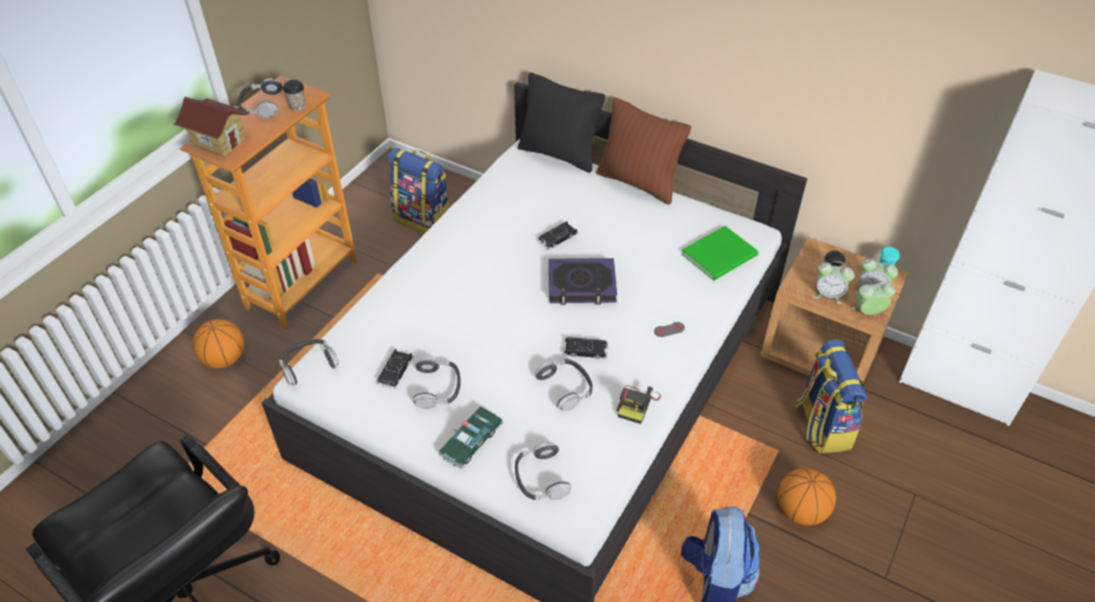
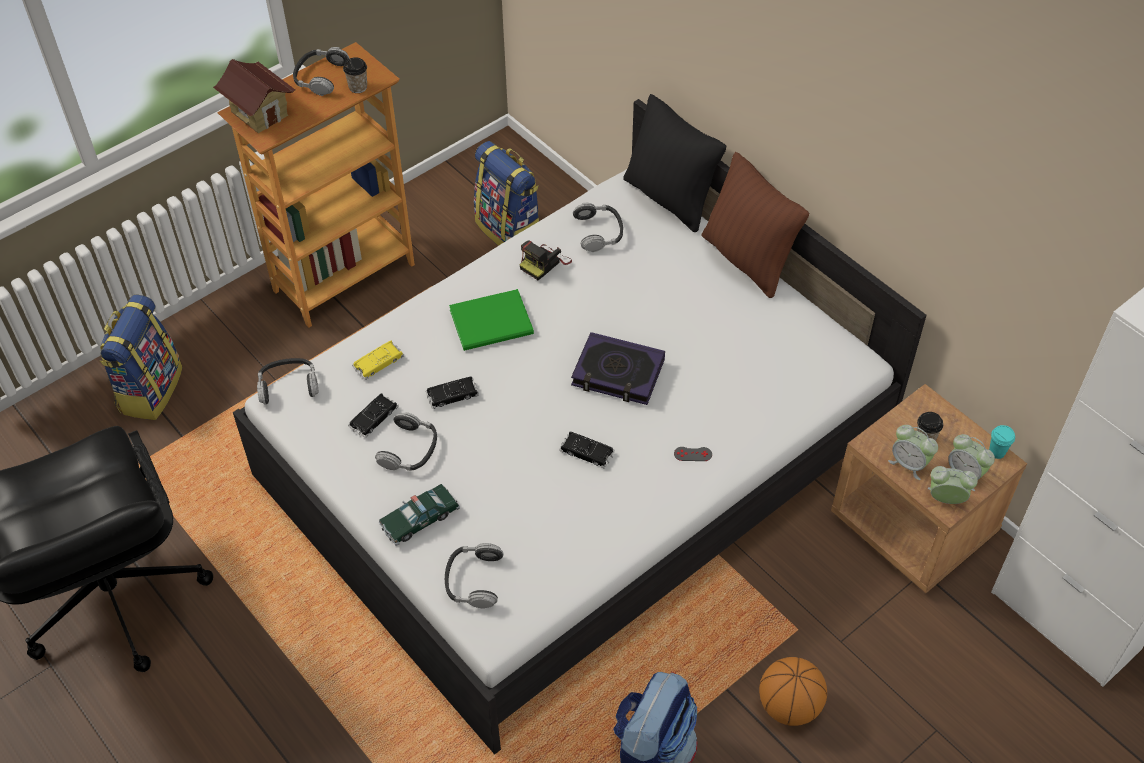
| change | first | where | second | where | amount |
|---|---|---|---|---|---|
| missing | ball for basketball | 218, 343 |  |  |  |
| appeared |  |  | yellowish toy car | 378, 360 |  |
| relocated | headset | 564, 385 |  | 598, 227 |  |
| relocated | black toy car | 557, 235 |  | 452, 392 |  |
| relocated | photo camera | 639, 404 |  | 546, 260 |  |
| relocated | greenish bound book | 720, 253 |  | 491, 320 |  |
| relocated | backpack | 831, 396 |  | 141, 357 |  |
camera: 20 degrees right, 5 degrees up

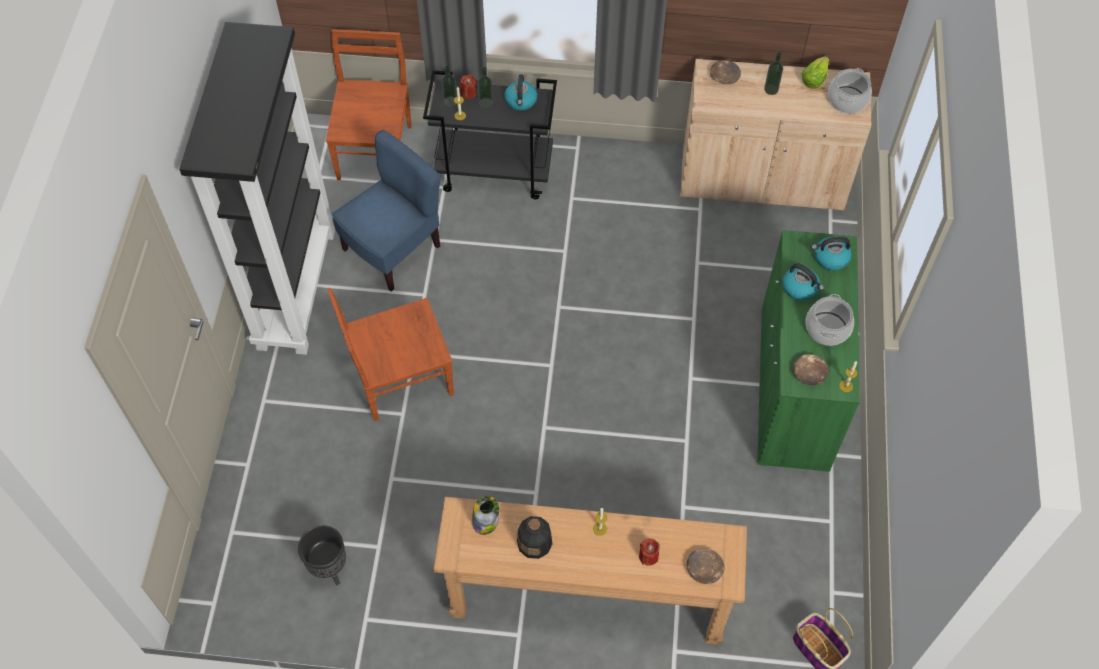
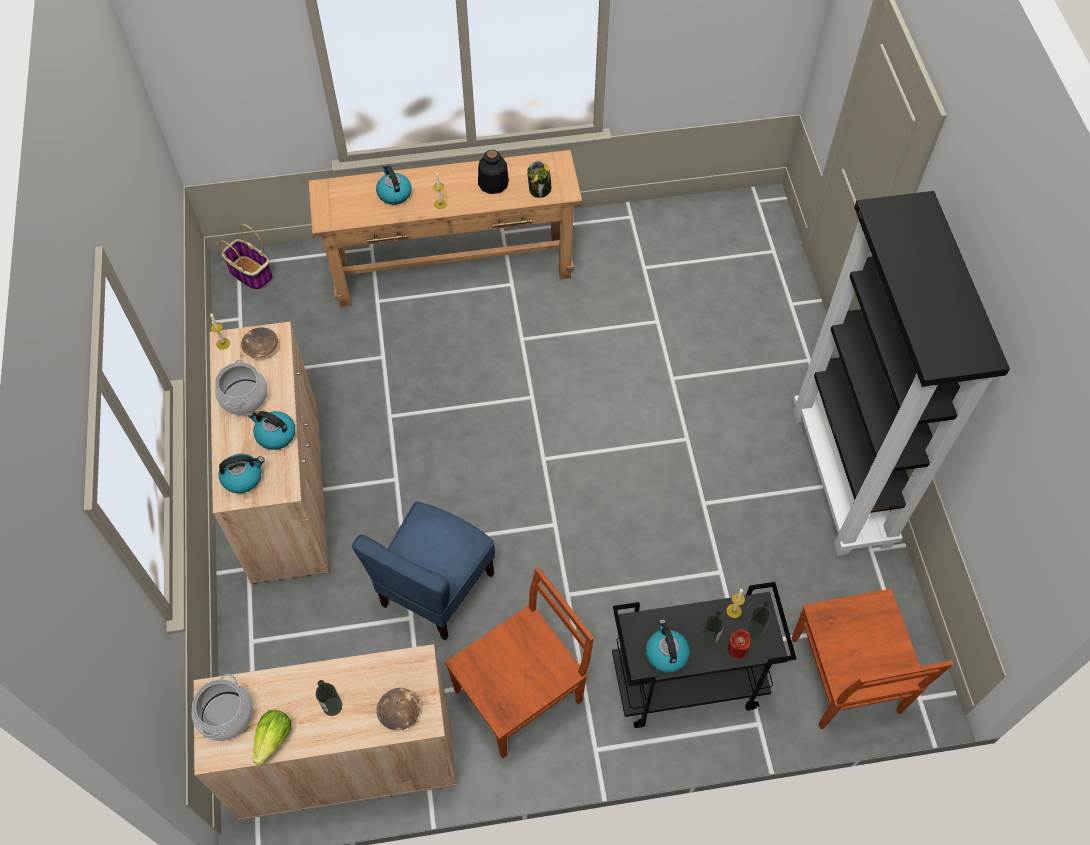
| change | first | where | second | where | amount |
|---|---|---|---|---|---|
| missing | black flower pot | 322, 555 |  |  |  |
| missing | brownish bowl | 706, 566 |  |  |  |
| relocated | brownish plain chair | 390, 354 |  | 519, 663 |  |
| relocated | blue-coloured plain chair | 386, 211 |  | 423, 571 |  |
| exchanged | red-coloured candle | 649, 552 | kettle | 394, 184 |  |
| colour | greenish cupboard | 808, 351 | beige cupboard | 269, 453 |  |
camera: 165 degrees right, 0 degrees up

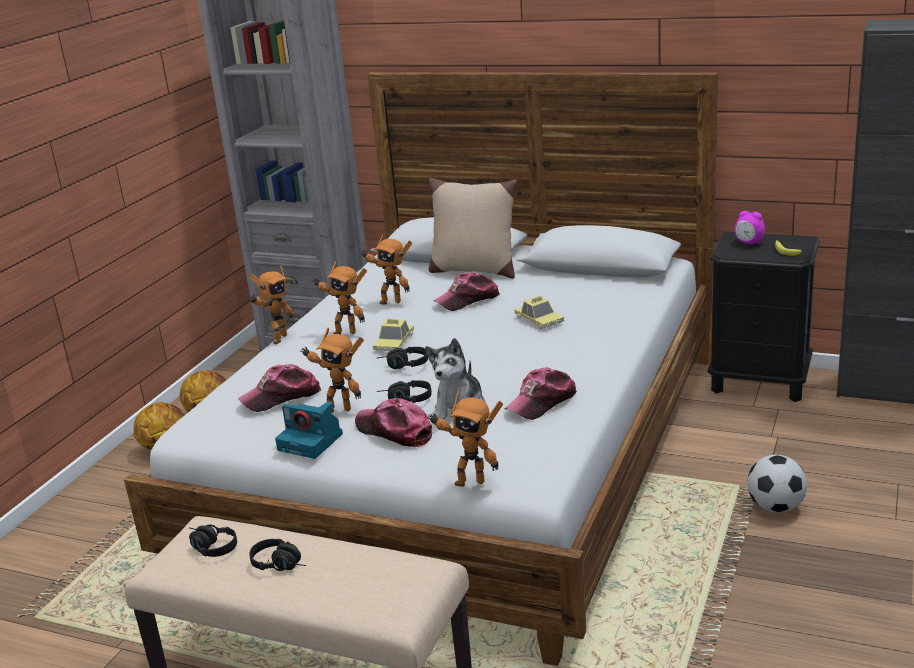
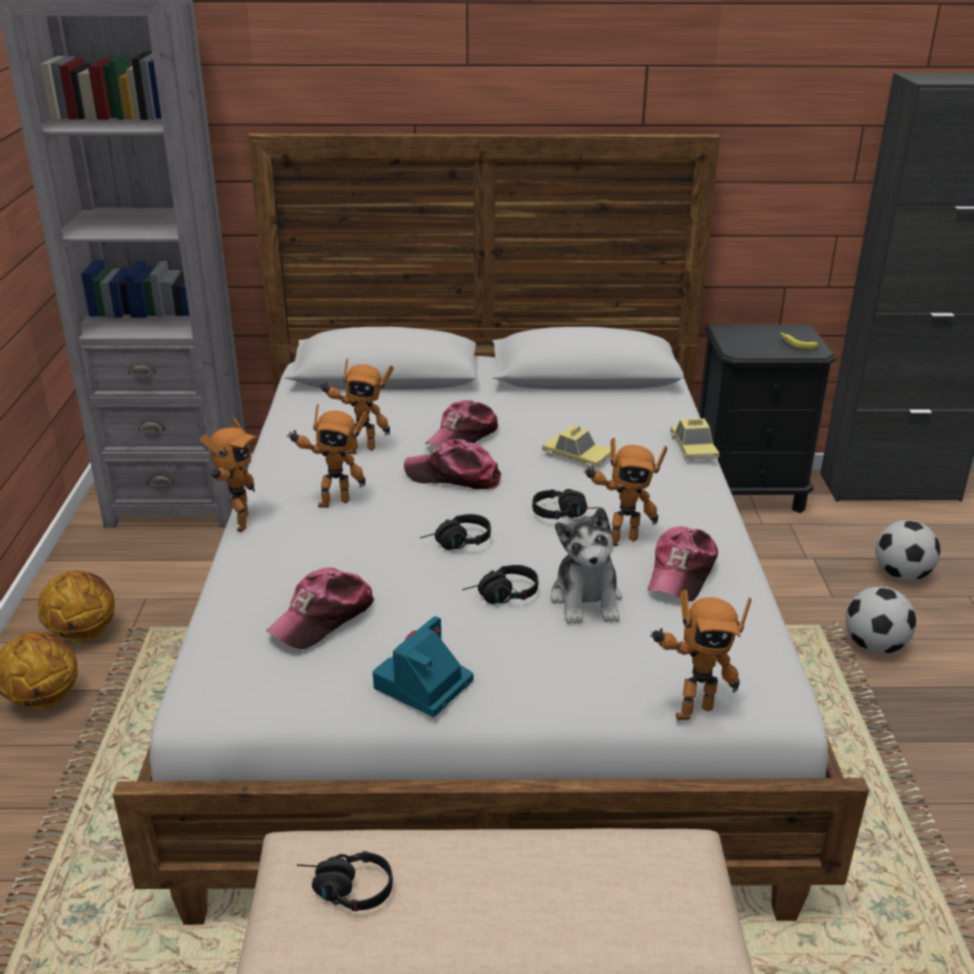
| change | first | where | second | where | amount |
|---|---|---|---|---|---|
| missing | beige pillow | 473, 228 |  |  |  |
| missing | bedside clock | 750, 227 |  |  |  |
| appeared |  |  | football ball | 907, 550 |  |
| relocated | black headset | 277, 555 |  | 566, 504 |  |
| relocated | robot figure | 332, 370 |  | 625, 492 |  |
| relocated | cap | 393, 422 |  | 452, 464 |  |
| relocated | toy car | 393, 335 |  | 695, 439 |  |
| spun | photo camera | 309, 430 |  | 423, 666 | 120 degrees clockwise |
camera: 25 degrees left, 5 degrees up

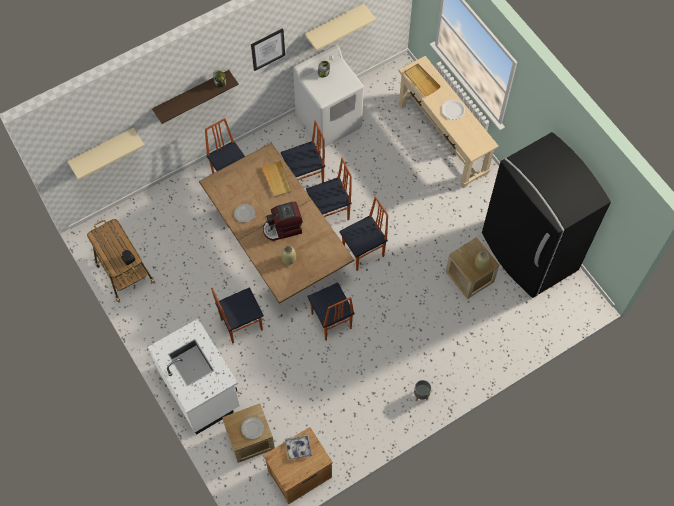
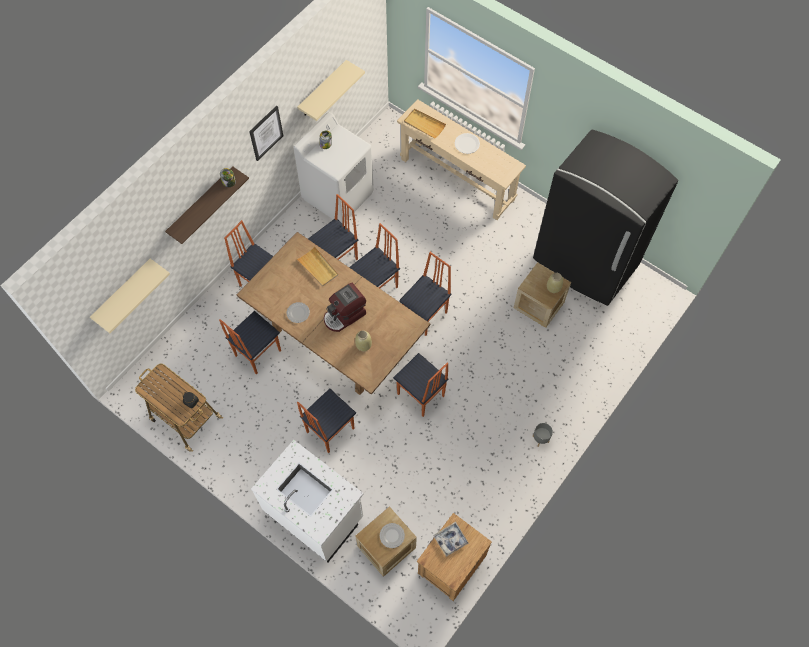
| change | first | where | second | where | amount |
|---|---|---|---|---|---|
| appeared |  |  | plain chair | 250, 343 |  |
camera: 20 degrees left, 0 degrees up

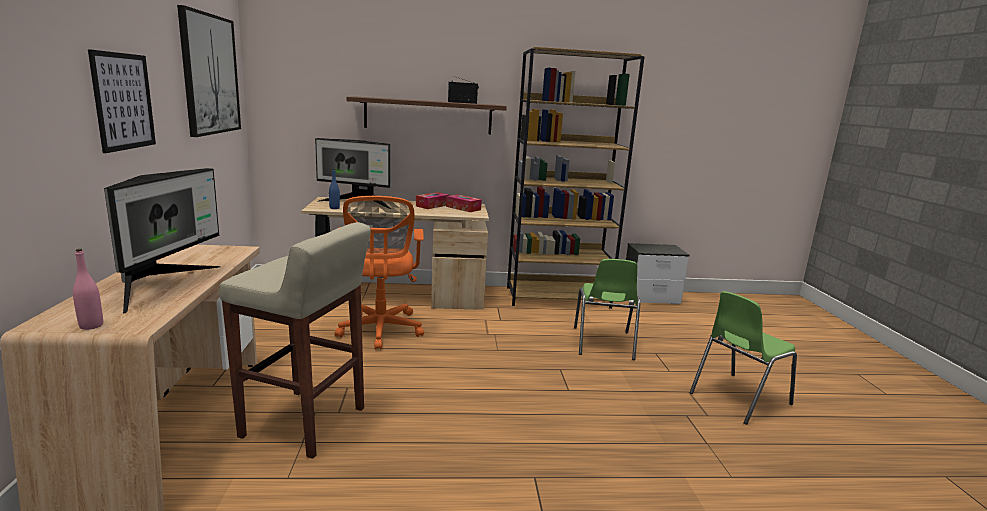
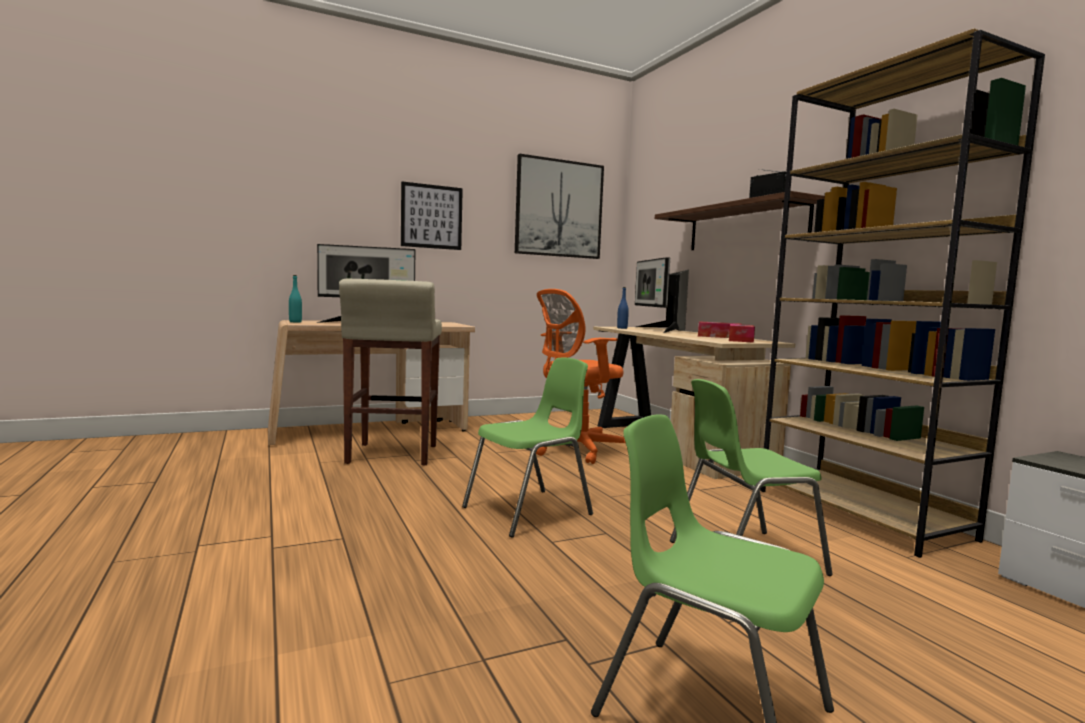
| change | first | where | second | where | amount |
|---|---|---|---|---|---|
| appeared |  |  | greenish plain chair | 527, 447 |  |
| colour | pink-coloured drink bottle | 88, 289 | turquoise drink bottle | 295, 298 |  |
camera: 70 degrees right, 10 degrees down

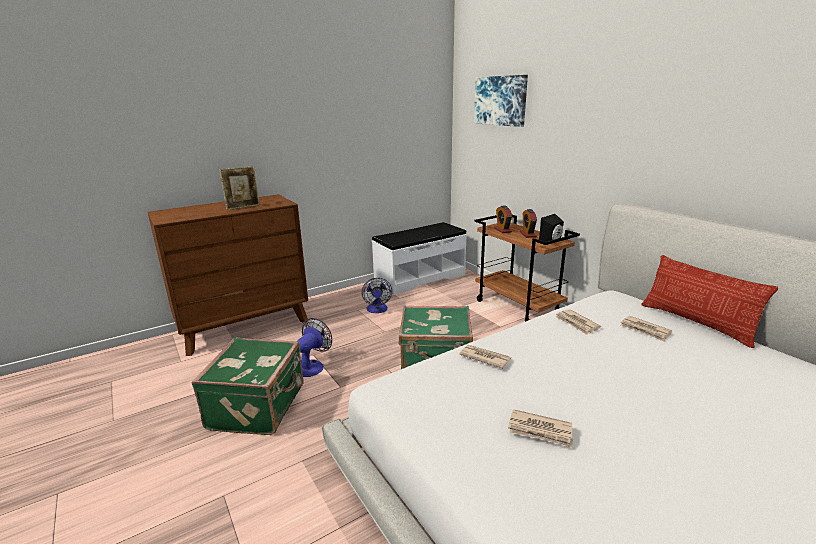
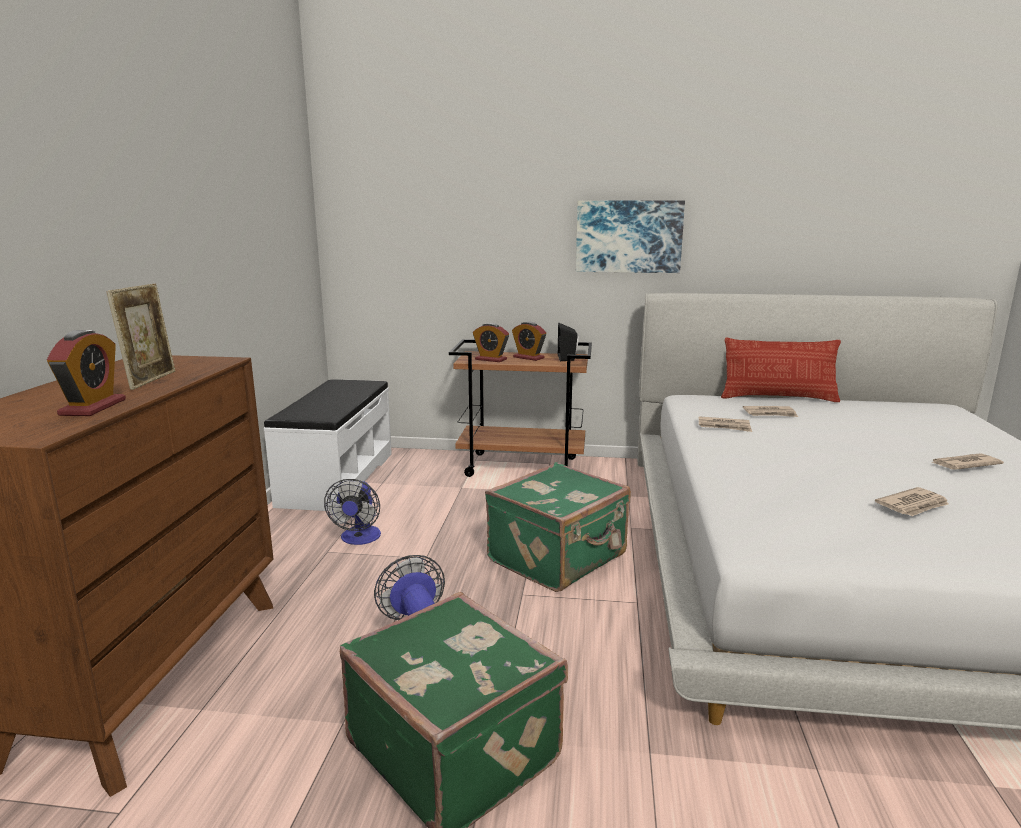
| change | first | where | second | where | amount |
|---|---|---|---|---|---|
| appeared |  |  | bedside clock | 86, 373 |  |
| relocated | daily paper | 485, 357 |  | 968, 462 |  |
| relocated | picture | 501, 101 |  | 630, 237 |  |
| spun | fan | 377, 295 |  | 352, 512 | 60 degrees clockwise |
camera: 50 degrees left, 5 degrees down

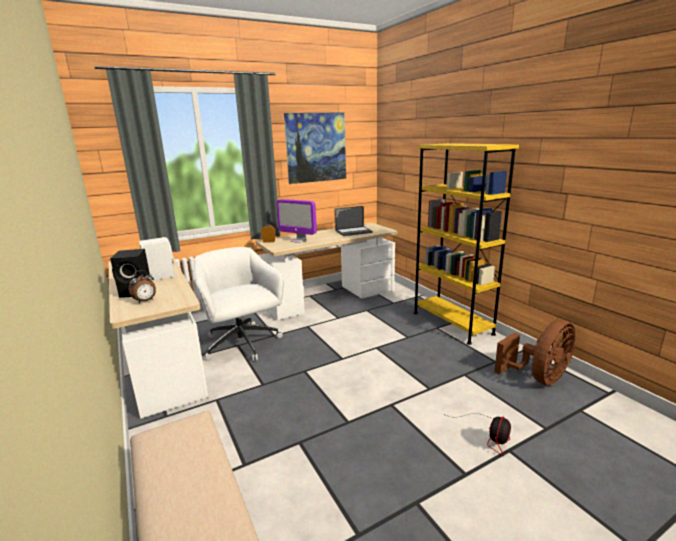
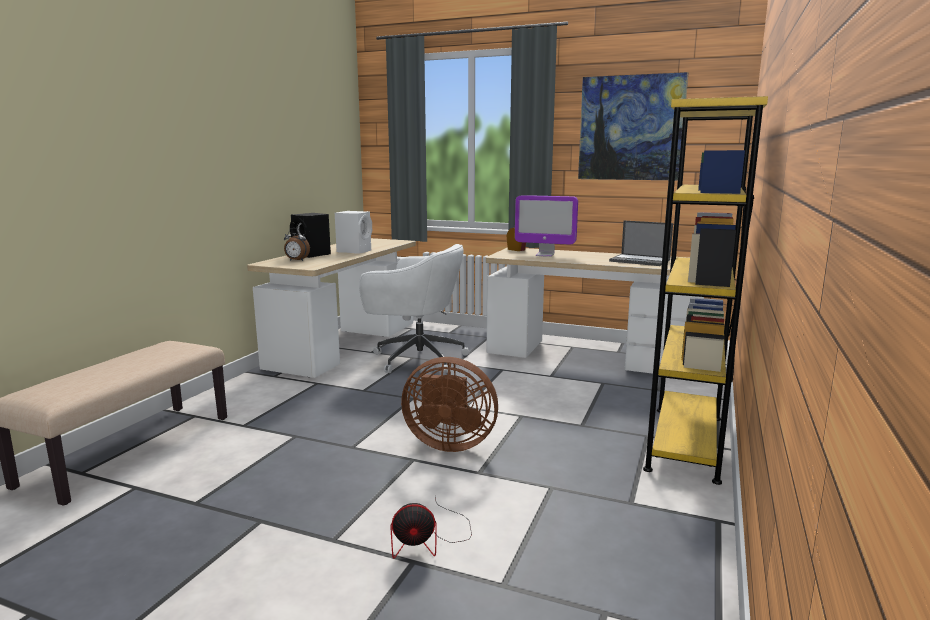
| change | first | where | second | where | amount |
|---|---|---|---|---|---|
| relocated | brownish fan | 534, 352 |  | 449, 404 |  |
| spun | white office chair | 238, 304 |  | 414, 308 | 90 degrees clockwise |
| spun | monitor | 296, 221 |  | 546, 226 | 60 degrees counterclockwise |
camera: 50 degrees right, 5 degrees down

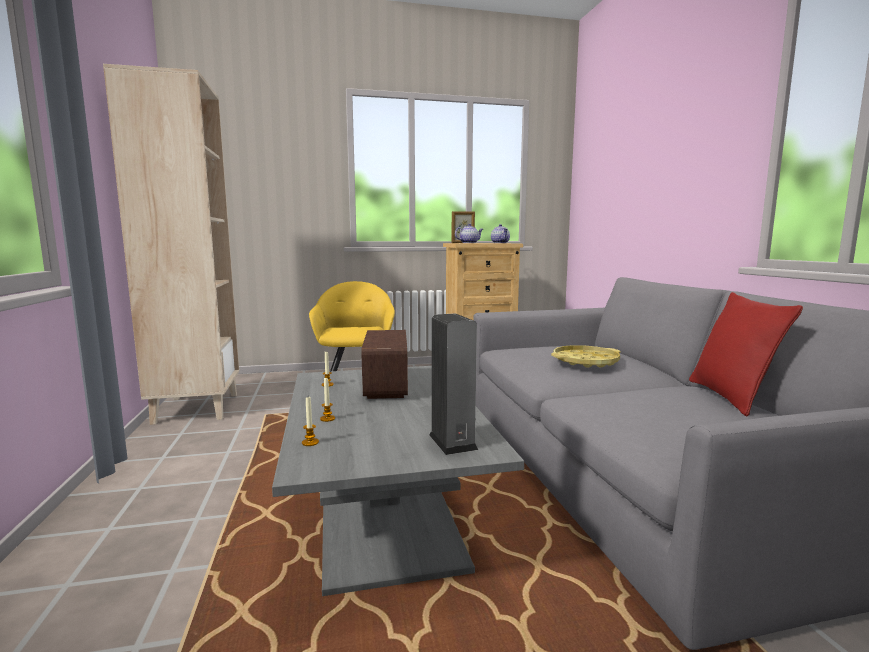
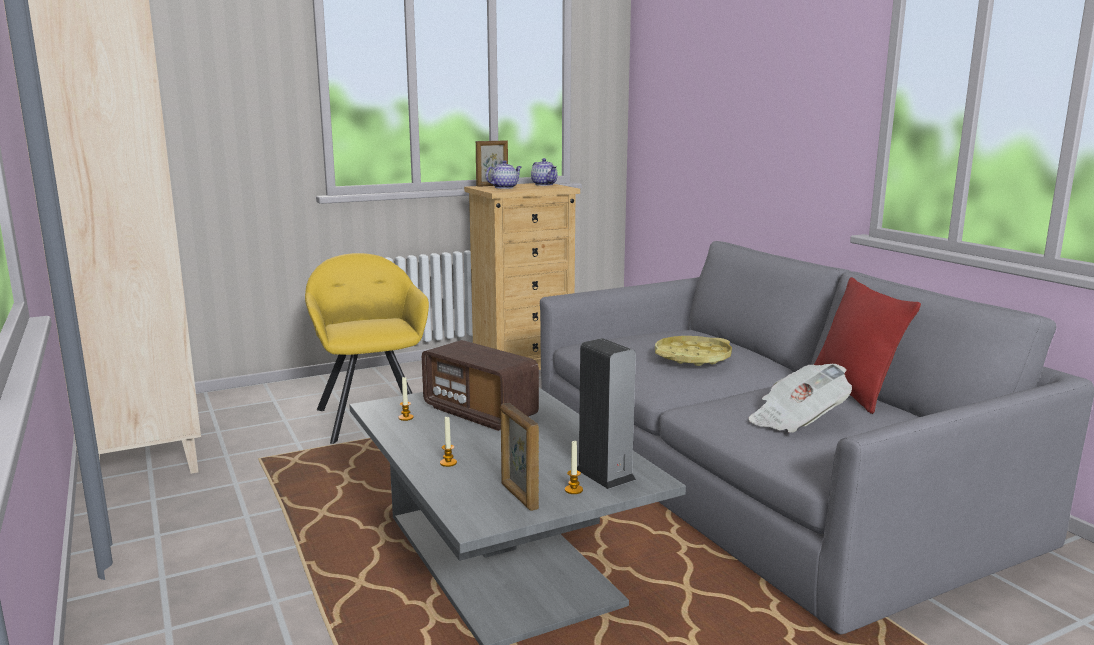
| change | first | where | second | where | amount |
|---|---|---|---|---|---|
| appeared |  |  | standing frame | 520, 457 |  |
| appeared |  |  | daily paper | 800, 398 |  |
| relocated | candle | 310, 421 |  | 574, 467 |  |
| spun | radio | 385, 364 |  | 480, 385 | 150 degrees clockwise |
camera: 15 degrees left, 5 degrees up

